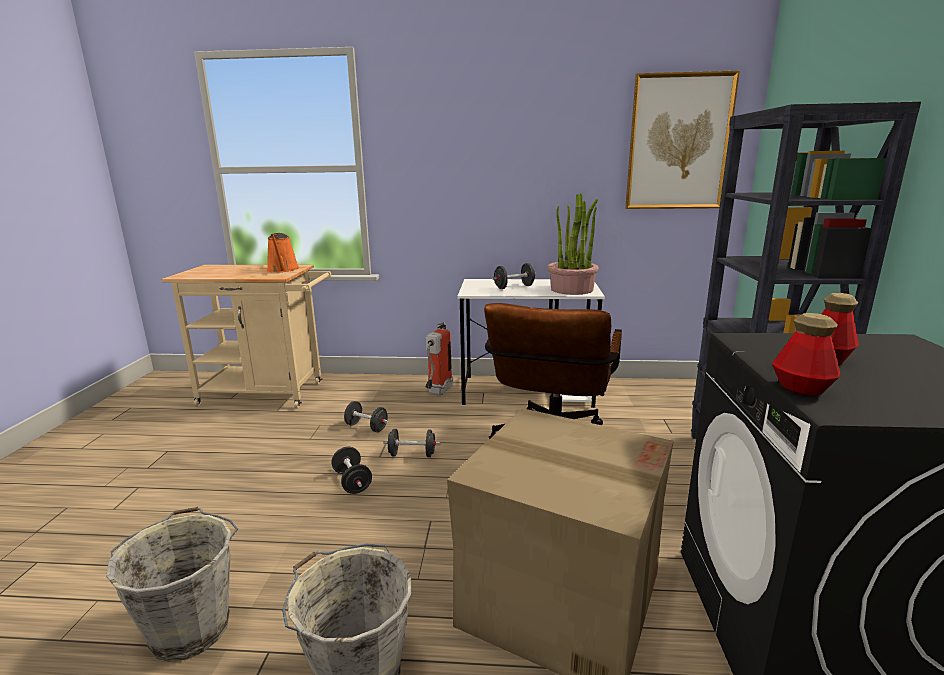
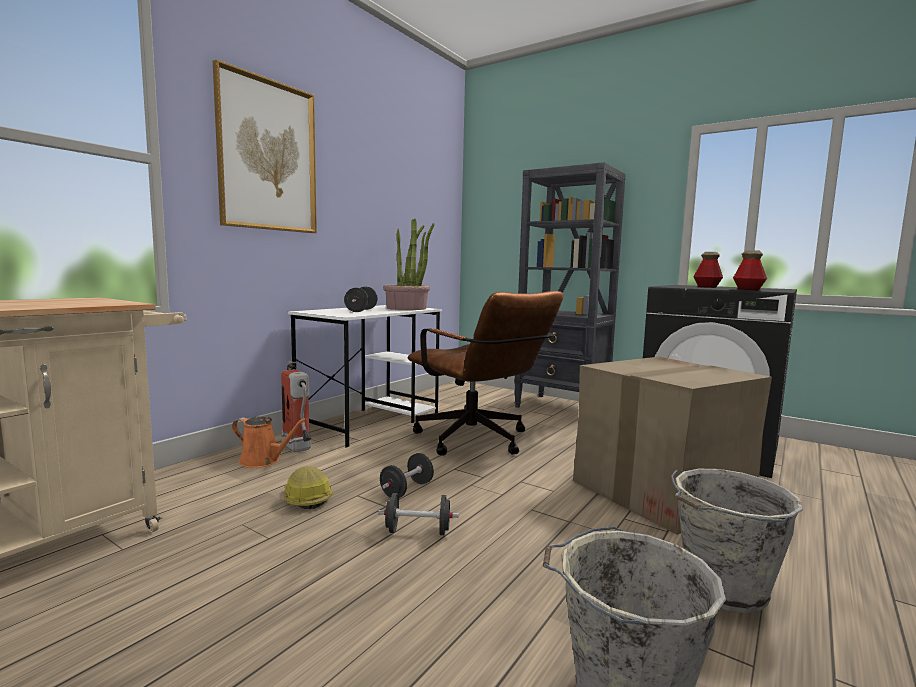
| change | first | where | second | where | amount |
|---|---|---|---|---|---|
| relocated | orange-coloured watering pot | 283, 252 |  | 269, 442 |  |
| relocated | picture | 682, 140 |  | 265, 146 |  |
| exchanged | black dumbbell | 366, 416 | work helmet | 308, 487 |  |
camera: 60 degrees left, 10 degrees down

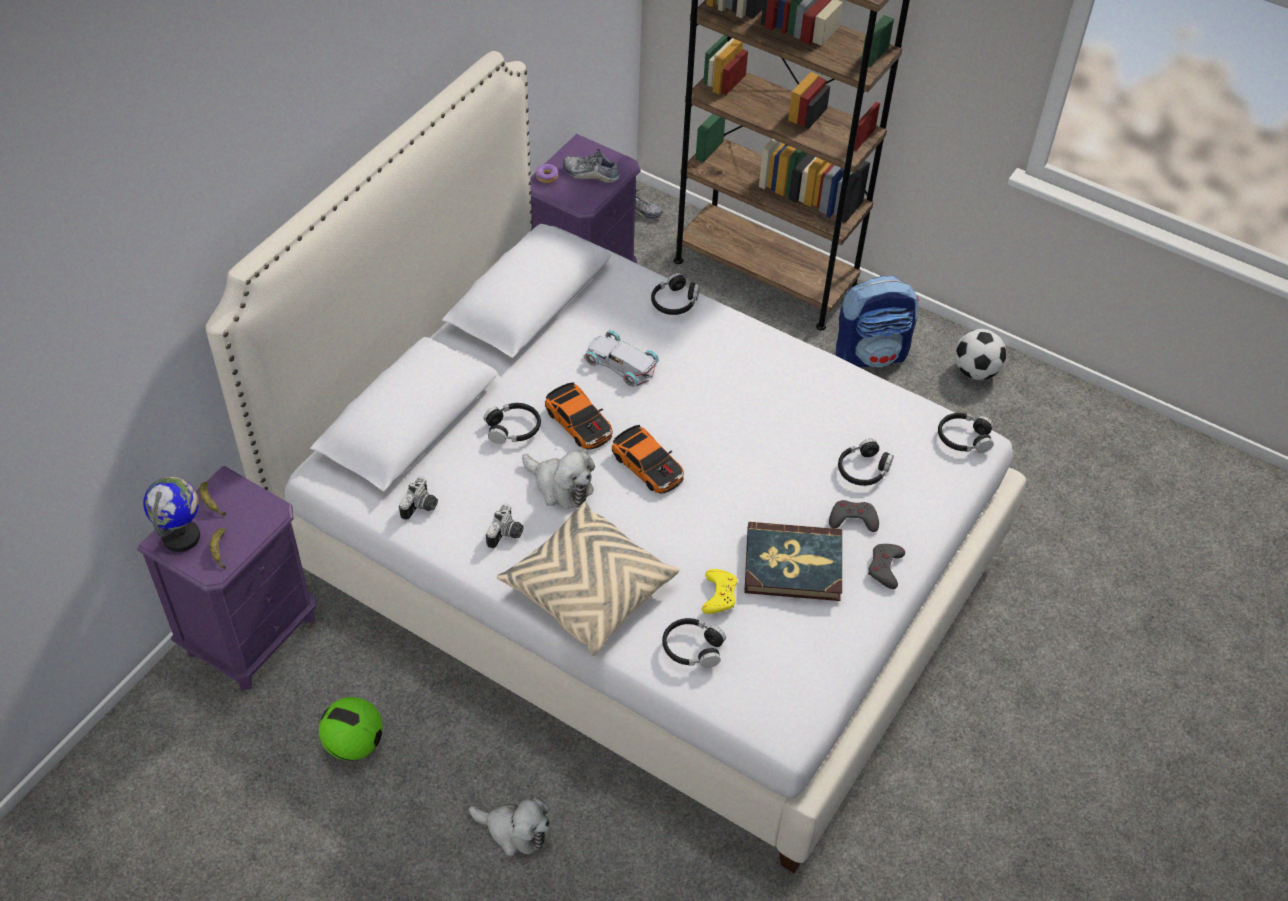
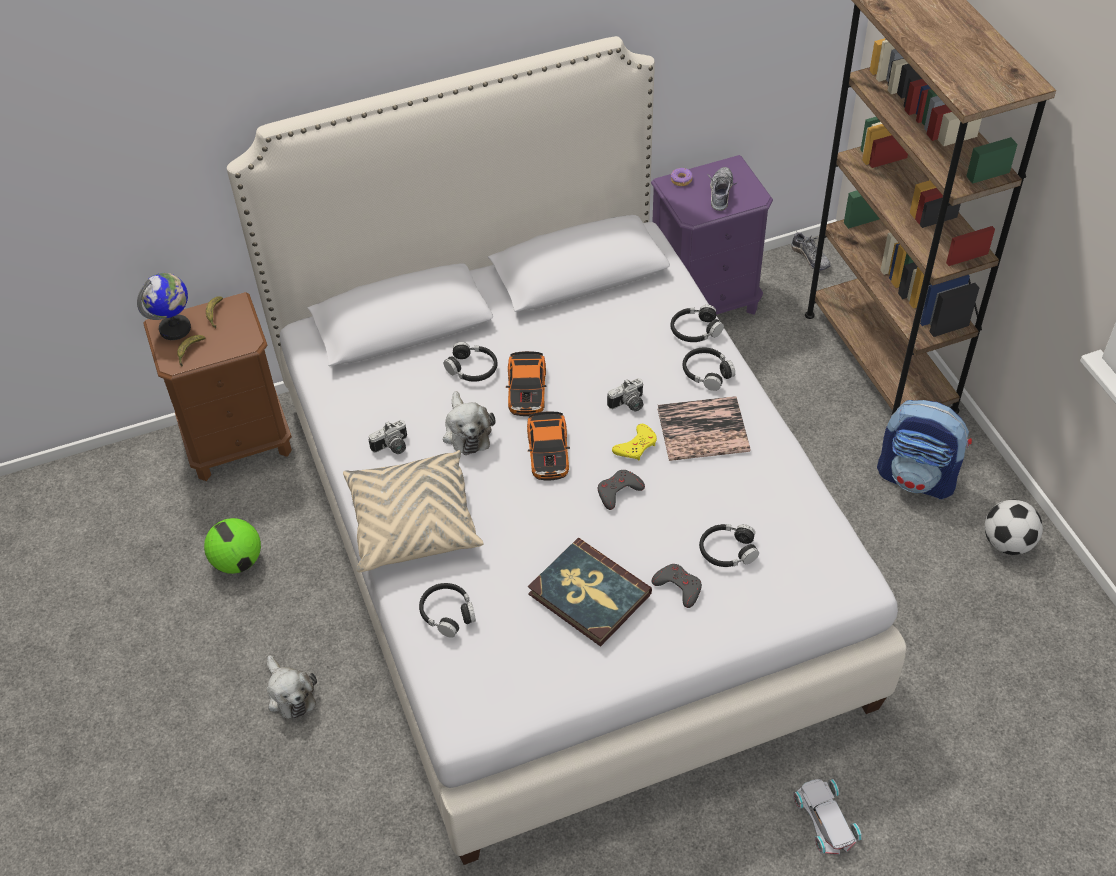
| change | first | where | second | where | amount |
|---|---|---|---|---|---|
| appeared |  |  | bound book | 703, 428 |  |
| relocated | photo camera | 418, 498 |  | 625, 395 |  |
| relocated | white toy car | 621, 358 |  | 827, 817 |  |
| relocated | yellowish gamepad | 719, 591 |  | 634, 442 |  |
| relocated | gray gamepad | 886, 566 |  | 621, 490 |  |
| relocated | black headset | 966, 433 |  | 708, 369 |  |
| colour | purple nightstand | 226, 578 | brownish nightstand | 217, 386 |  |
| spun | item of footwear | 591, 166 |  | 722, 189 | 45 degrees clockwise |
camera: 40 degrees right, 0 degrees up

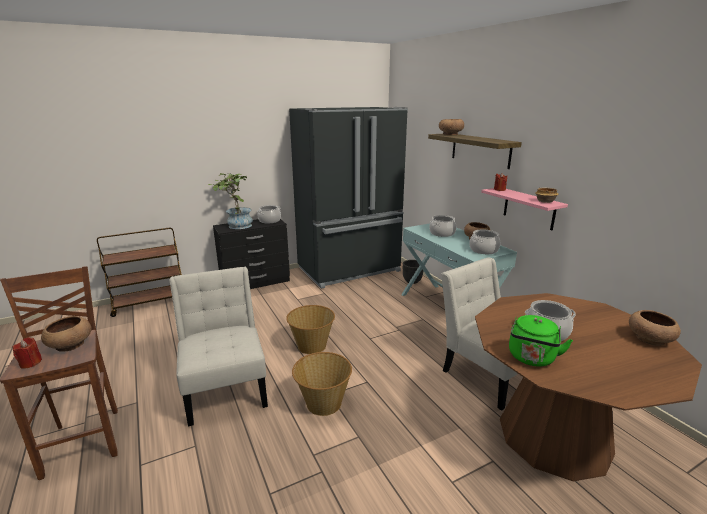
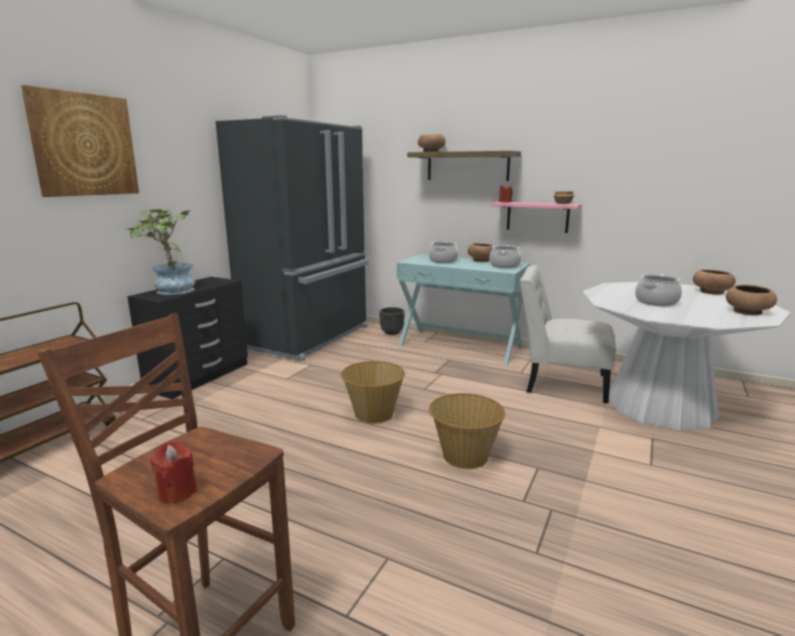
| change | first | where | second | where | amount |
|---|---|---|---|---|---|
| missing | white plain chair | 219, 347 |  |  |  |
| missing | stockpot | 269, 214 |  |  |  |
| missing | greenish kettle | 541, 341 |  |  |  |
| appeared |  |  | picture | 80, 141 |  |
| relocated | brownish bowl | 66, 334 |  | 751, 300 |  |
| colour | brownish kitchen table | 588, 387 | white kitchen table | 686, 356 |  |
camera: 35 degrees left, 5 degrees down

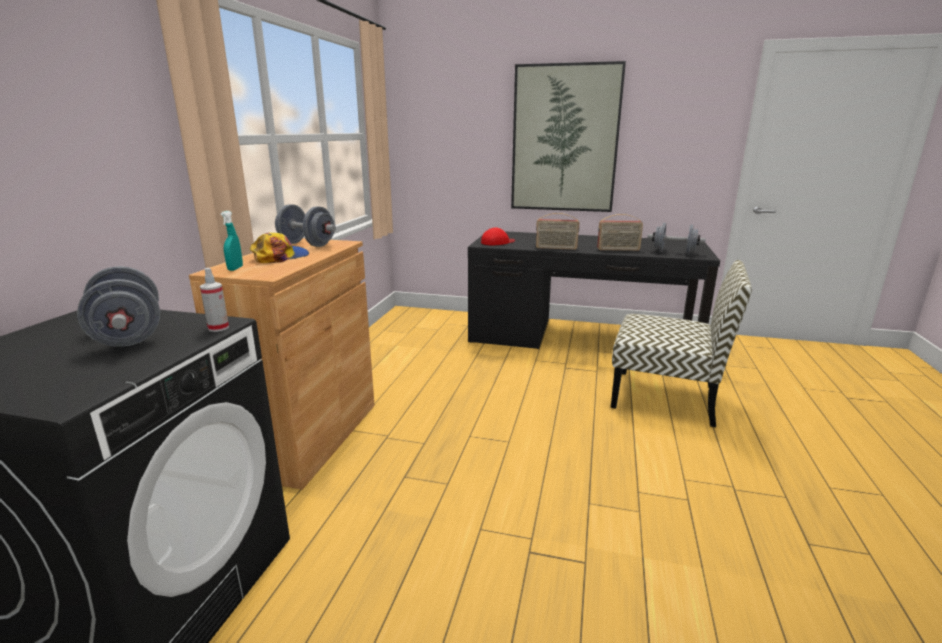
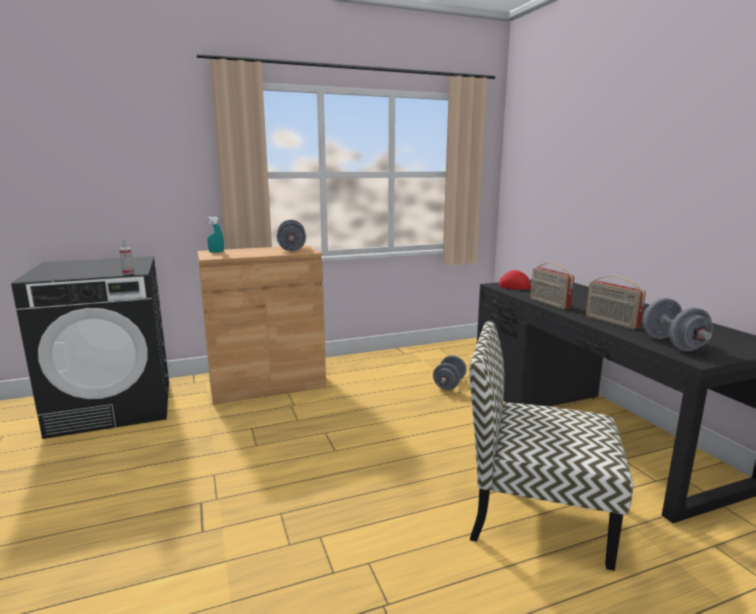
| change | first | where | second | where | amount |
|---|---|---|---|---|---|
| missing | cap | 279, 248 |  |  |  |
| missing | picture | 568, 136 |  |  |  |
| relocated | gray dumbbell | 118, 306 |  | 449, 372 |  |
| spun | plain chair | 681, 343 |  | 551, 446 | 120 degrees clockwise |
camera: 55 degrees right, 5 degrees down

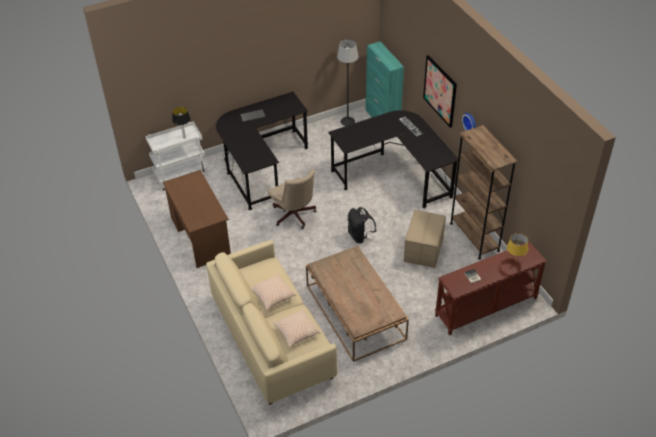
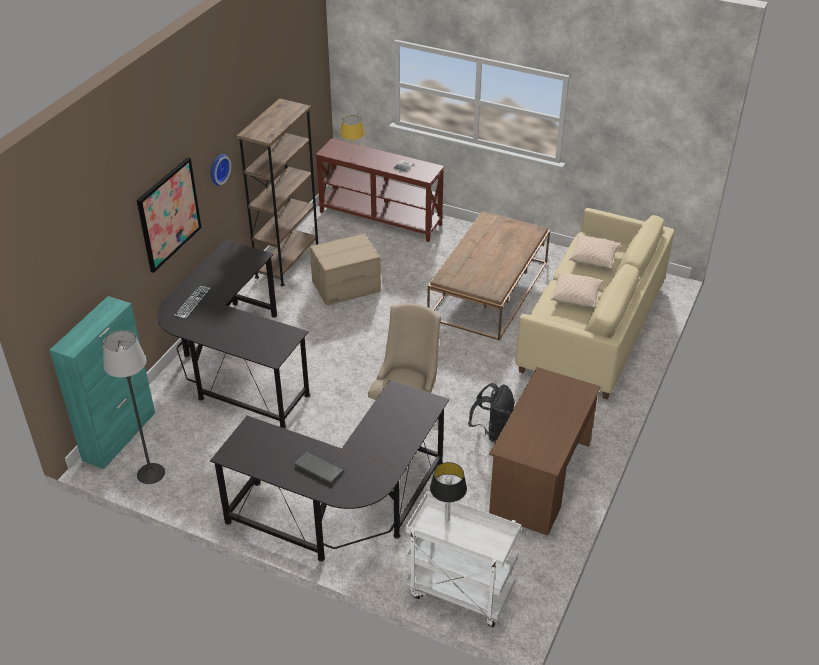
| change | first | where | second | where | amount |
|---|---|---|---|---|---|
| relocated | black backpack | 362, 225 |  | 491, 412 |  |
camera: 130 degrees left, 5 degrees down

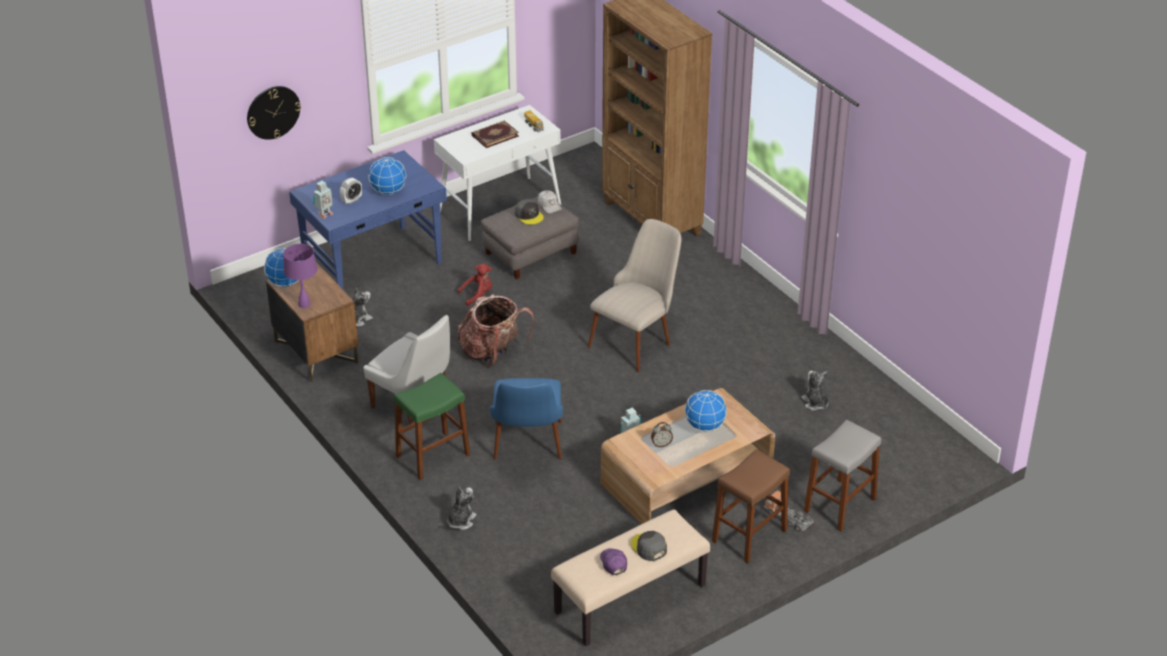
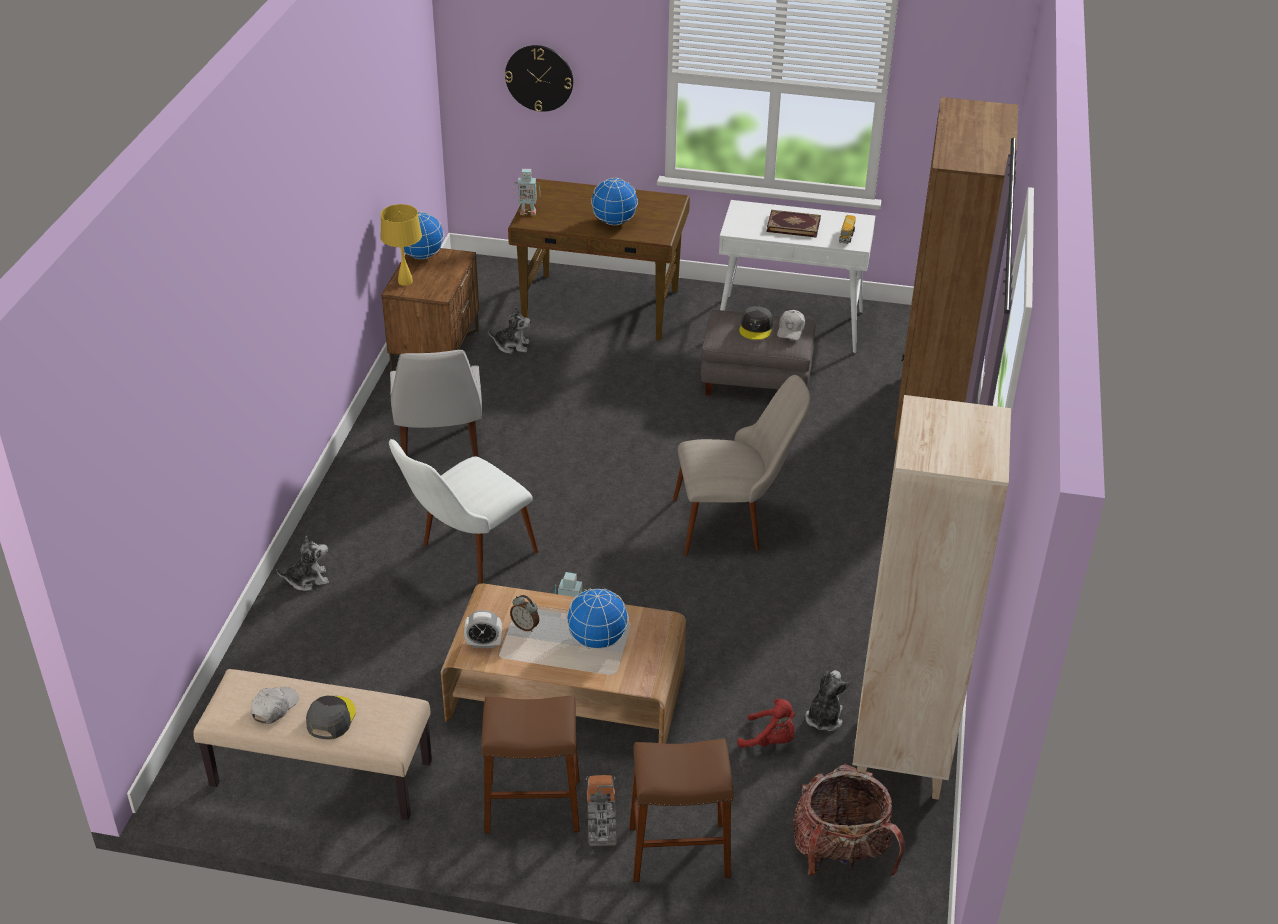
| change | first | where | second | where | amount |
|---|---|---|---|---|---|
| missing | greenish stool | 432, 426 |  |  |  |
| appeared |  |  | beige bookshelf | 932, 597 |  |
| relocated | bedside clock | 351, 191 |  | 483, 629 |  |
| relocated | backpack | 495, 330 |  | 849, 820 |  |
| relocated | red-coloured plush toy | 475, 285 |  | 766, 723 |  |
| colour | purple tabletop lamp | 300, 276 | yellowish tabletop lamp | 401, 245 |  |
| colour | blue-coloured desk | 368, 220 | brownish desk | 599, 260 |  |
| colour | blue-coloured plain chair | 526, 419 | white plain chair | 463, 511 |  |
| colour | purple cap | 613, 561 | white cap | 275, 705 |  |
| colour | gray stool | 842, 476 | brownish stool | 681, 810 |  |
camera: 45 degrees right, 0 degrees up

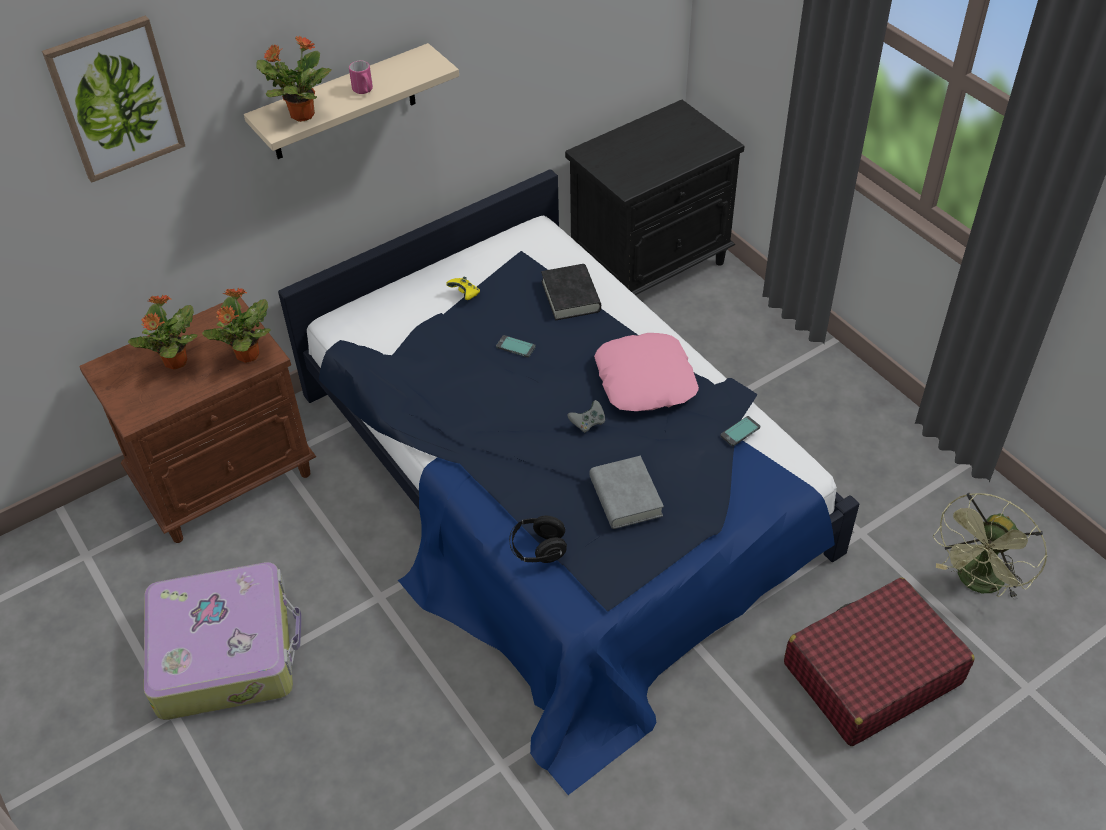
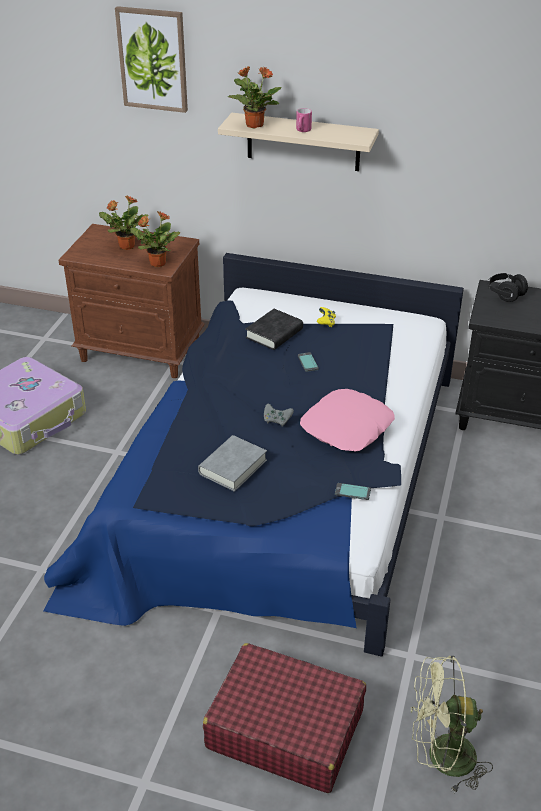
| change | first | where | second | where | amount |
|---|---|---|---|---|---|
| relocated | black headset | 538, 539 |  | 508, 287 |  |
| relocated | black bound book | 571, 292 |  | 274, 329 |  |
camera: 50 degrees right, 10 degrees down

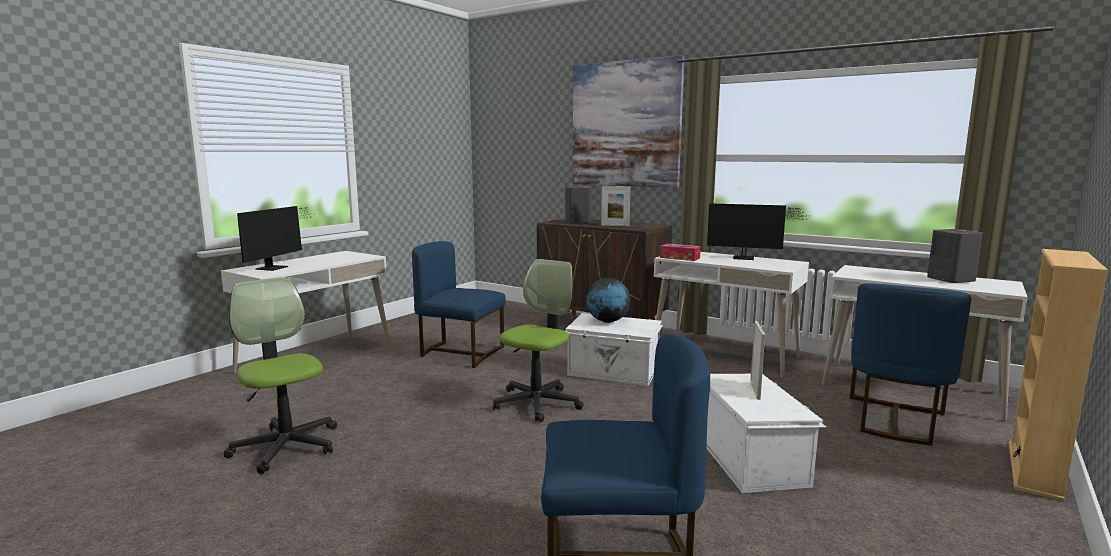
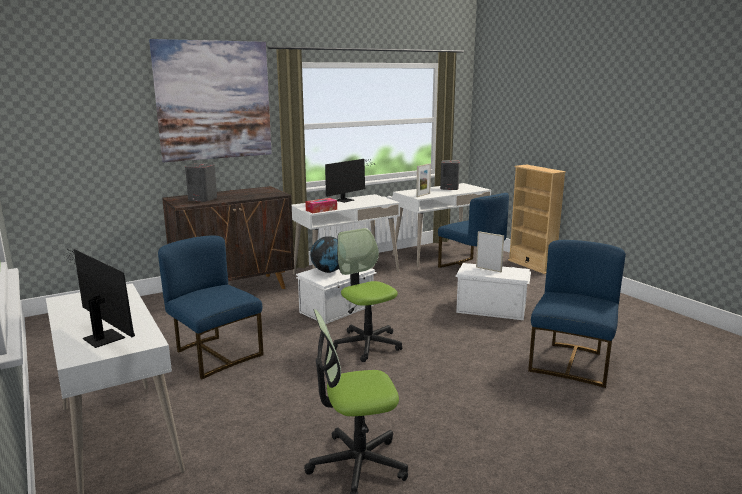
| change | first | where | second | where | amount |
|---|---|---|---|---|---|
| relocated | standing frame | 615, 206 |  | 423, 180 |  |
| spun | blue-coloured plain chair | 459, 304 |  | 211, 308 | 90 degrees clockwise |
camera: 65 degrees left, 5 degrees up

